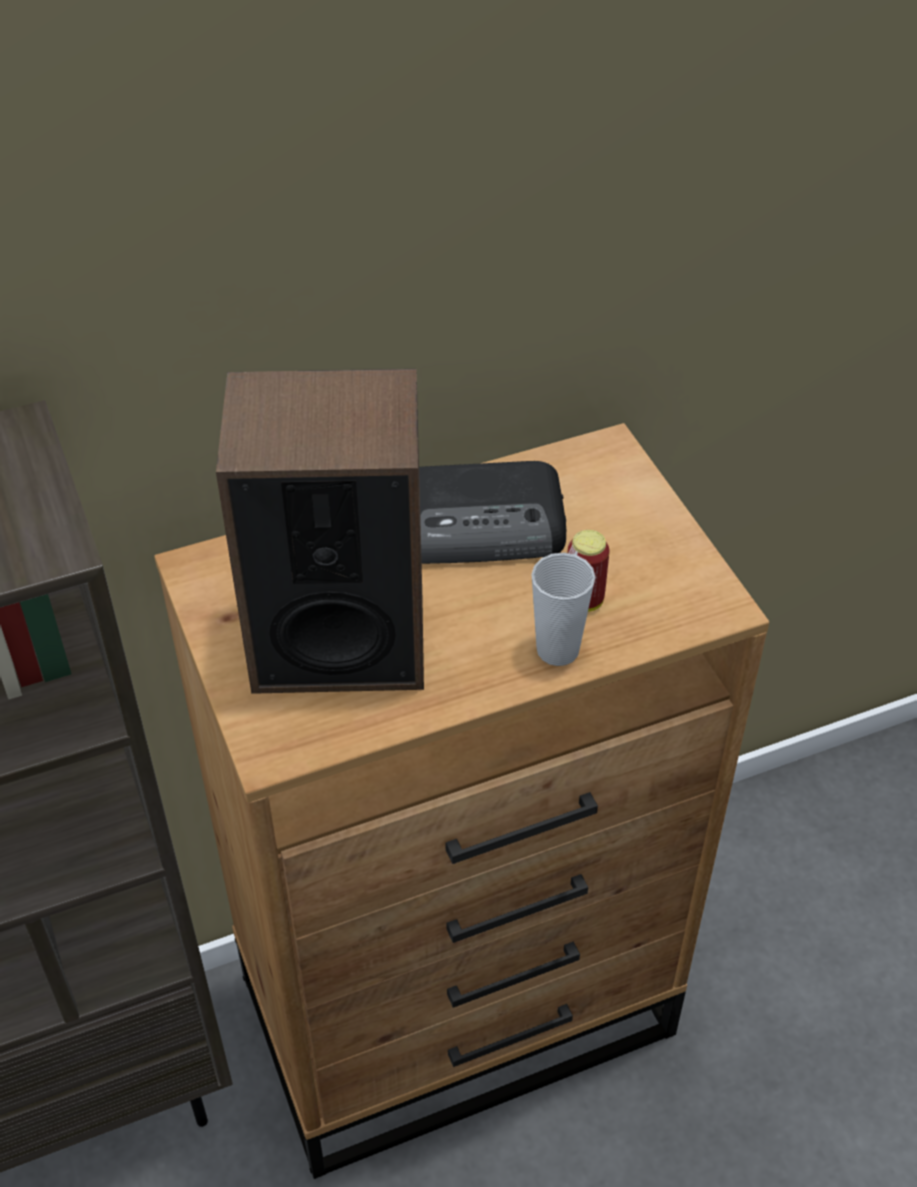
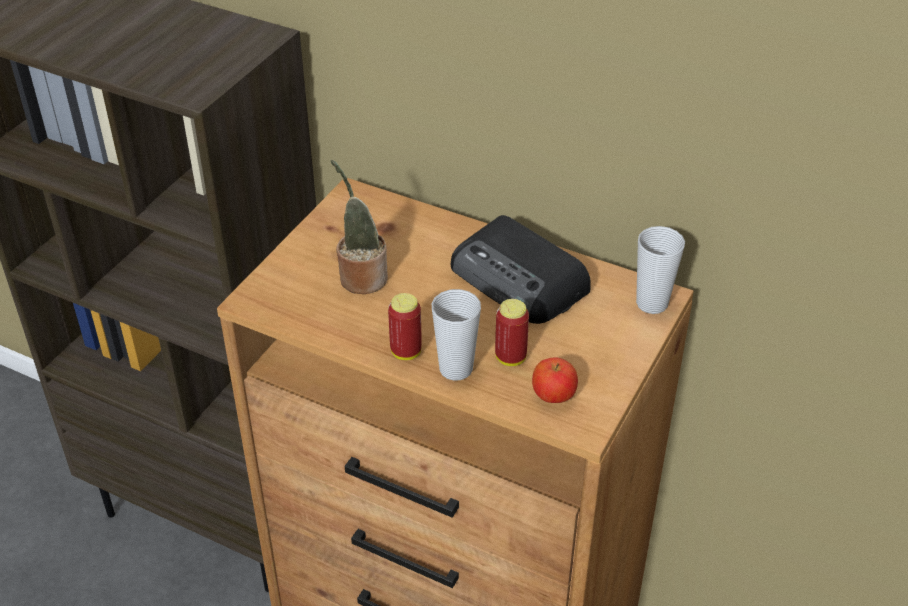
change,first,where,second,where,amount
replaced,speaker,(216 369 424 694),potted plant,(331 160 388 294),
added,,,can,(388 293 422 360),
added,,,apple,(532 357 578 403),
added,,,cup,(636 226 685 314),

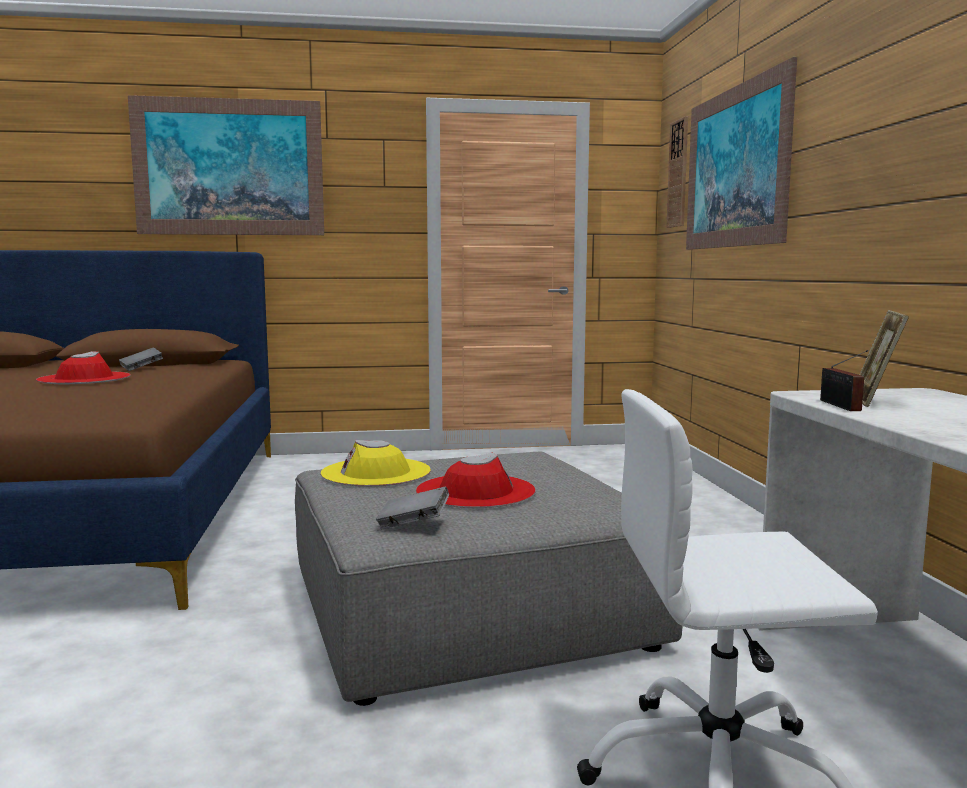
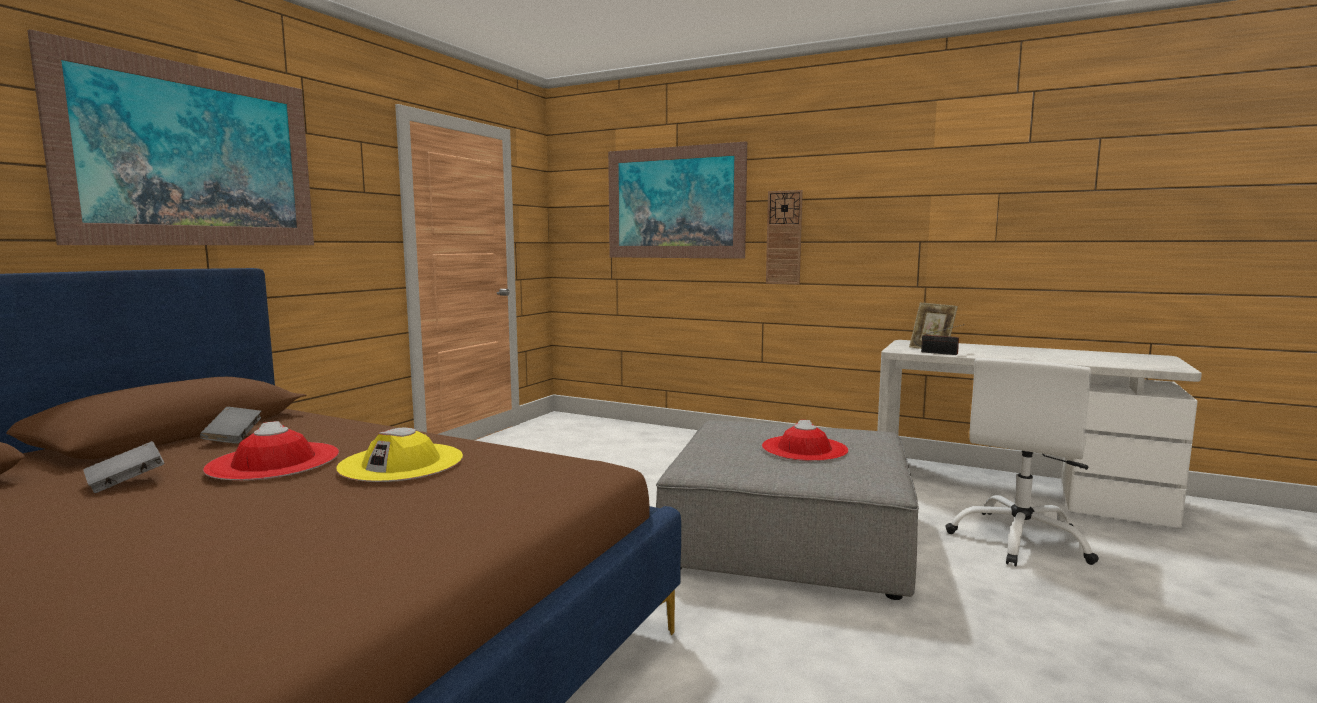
change,first,where,second,where,amount
moved,grey book,(376 486 449 529),,(83 441 164 493),
moved,yellow hat,(321 440 431 487),,(336 428 463 482),
moved,wall clock,(666 116 688 228),,(766 190 803 284),

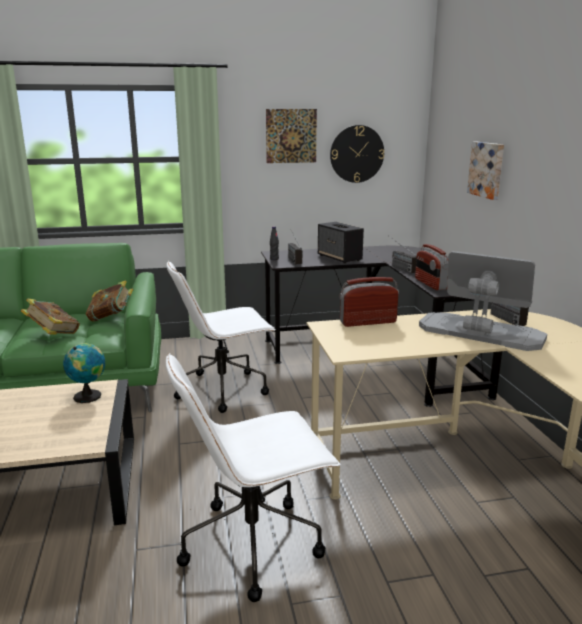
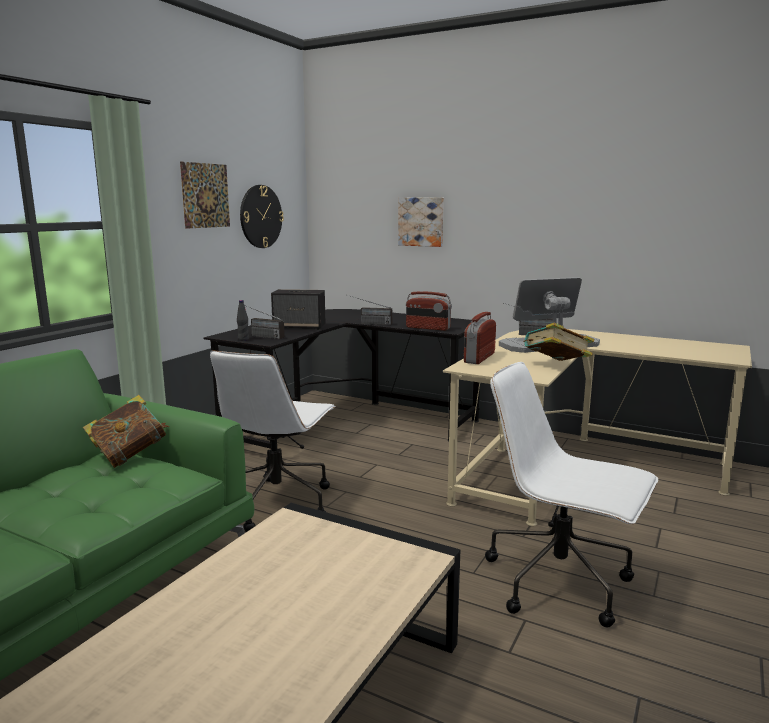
change,first,where,second,where,amount
turned,white office chair,(166 353 340 602),,(485 362 658 627),105 degrees clockwise
moved,book,(21 299 80 335),,(523 322 594 361),
removed,globe,(63 343 105 403),,,

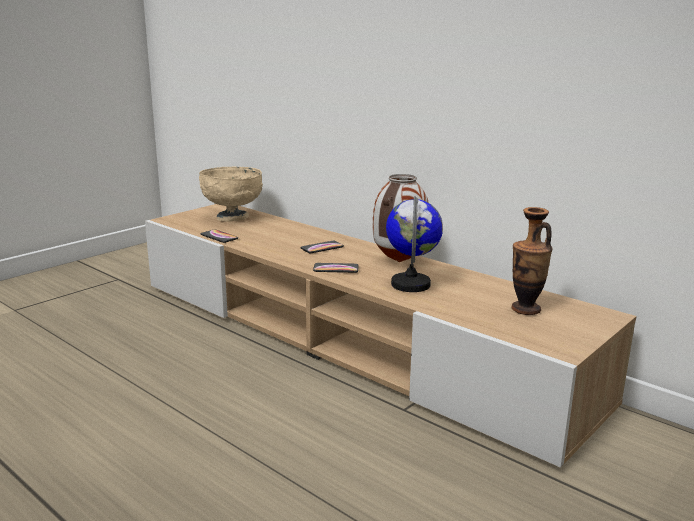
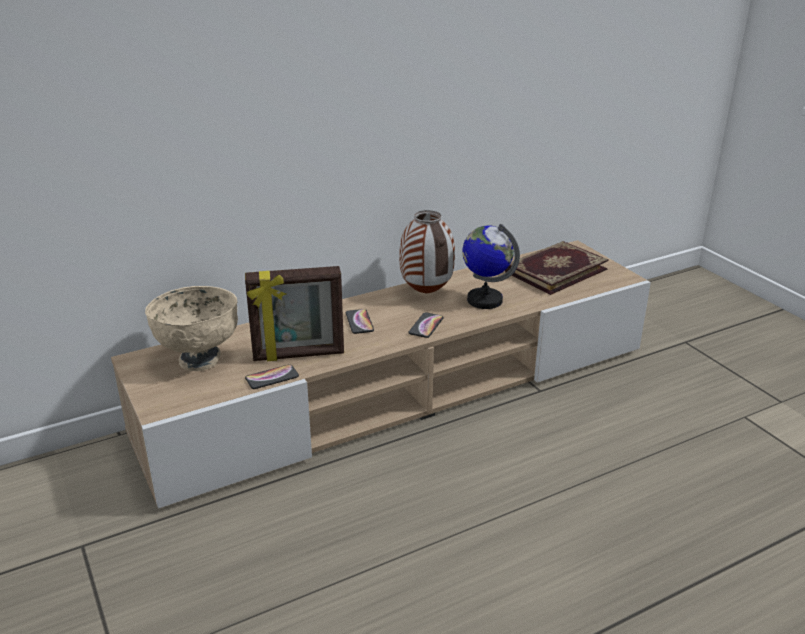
change,first,where,second,where,amount
added,,,picture frame,(245 266 344 361),
replaced,vase,(511 207 552 315),book,(505 241 609 295),

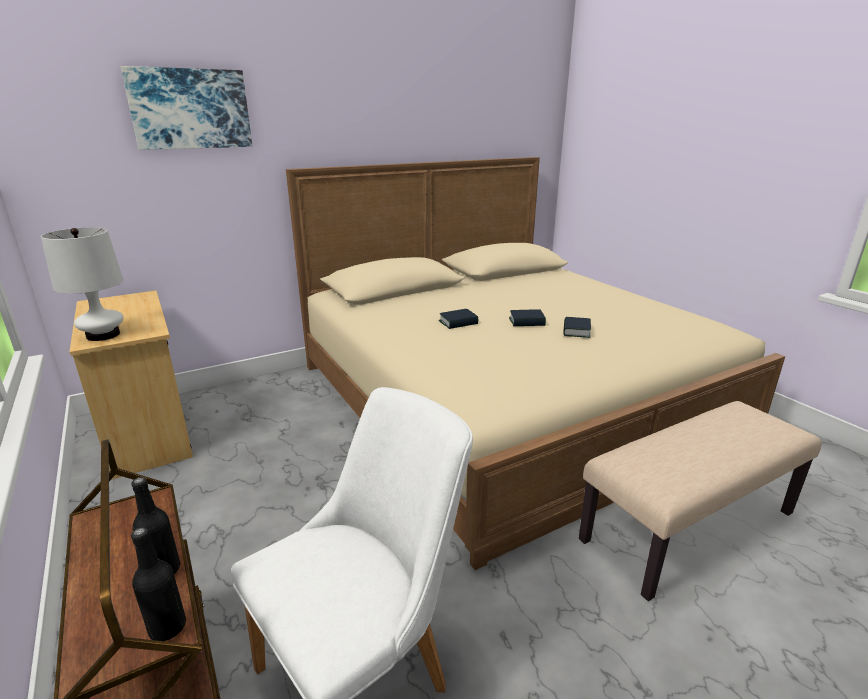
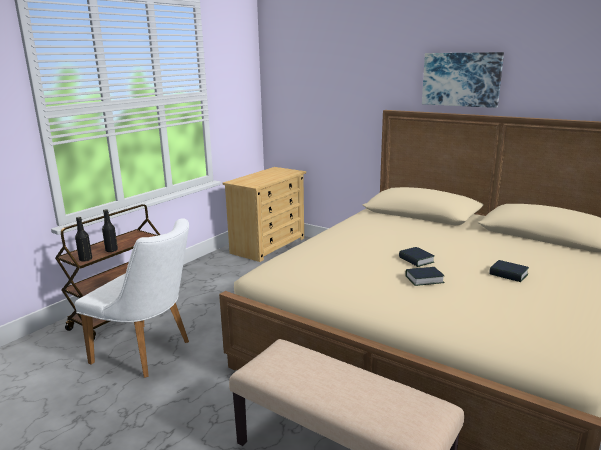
change,first,where,second,where,amount
moved,picture,(121 66 252 150),,(422 52 504 108),
moved,book,(439 309 478 329),,(489 260 529 282),
removed,white table lamp,(41 227 124 341),,,

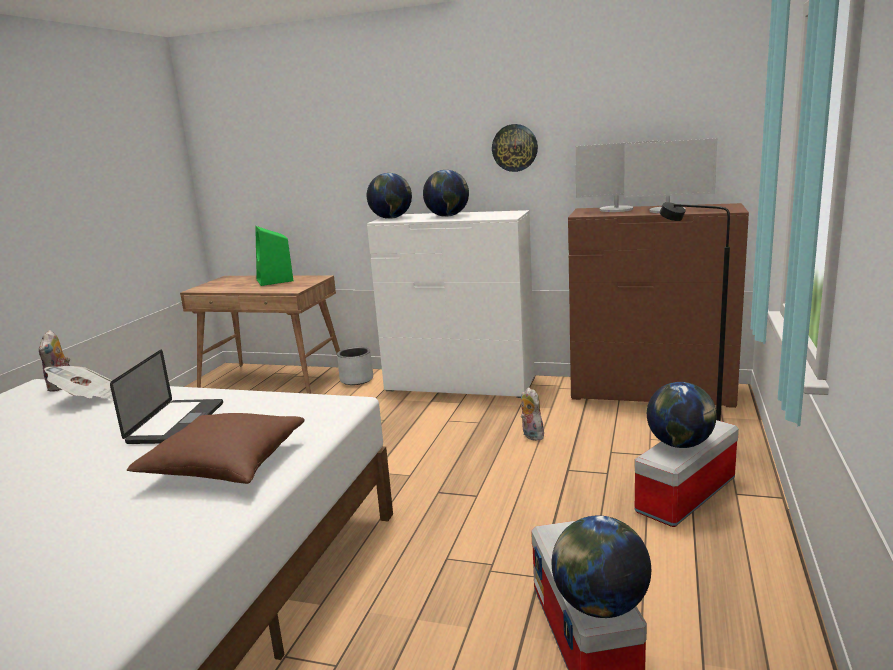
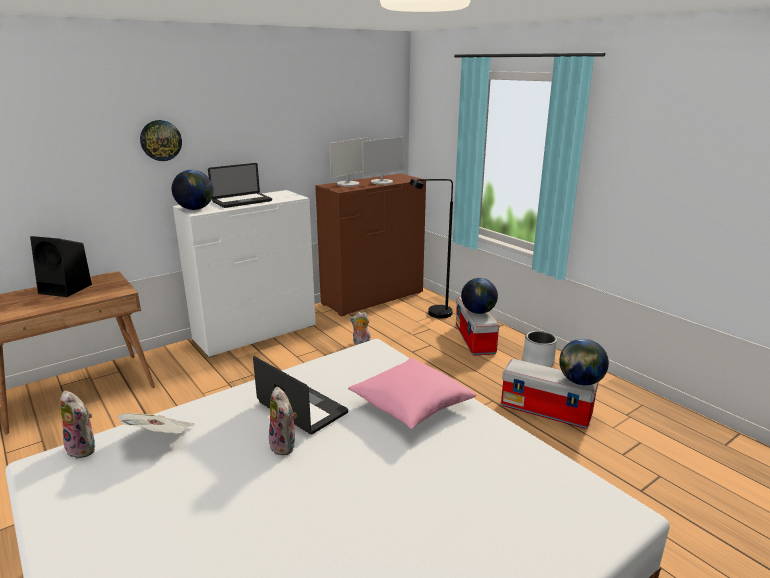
change,first,where,second,where,amount
recoloured,green speaker,(255 226 294 286),black speaker,(30 236 92 297),
moved,wall clock,(492 124 538 172),,(140 120 182 161),
replaced,globe,(423 170 469 217),laptop,(208 163 272 208),
added,,,plush toy,(269 387 297 455),
recoloured,brown pillow,(127 413 305 484),pink pillow,(348 358 476 429),
moved,grey planter,(337 347 373 385),,(523 331 557 367),

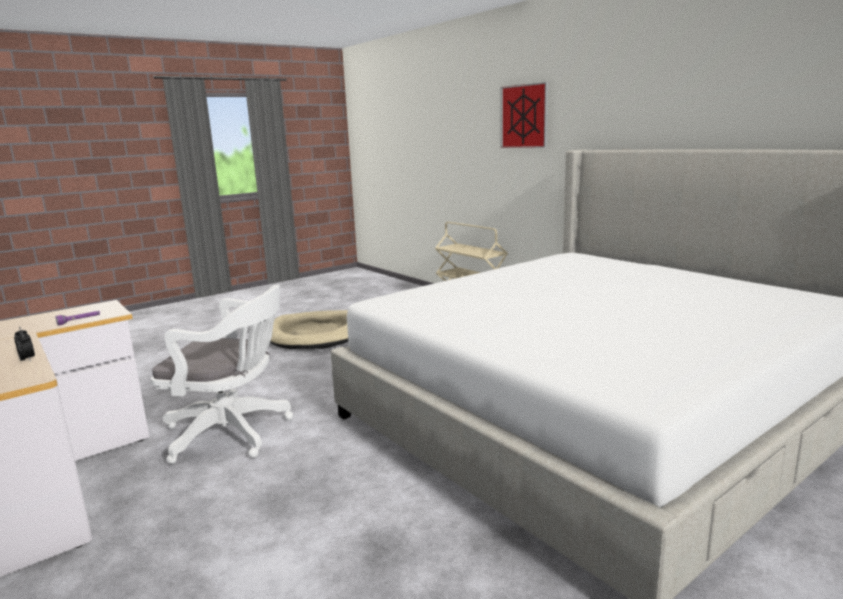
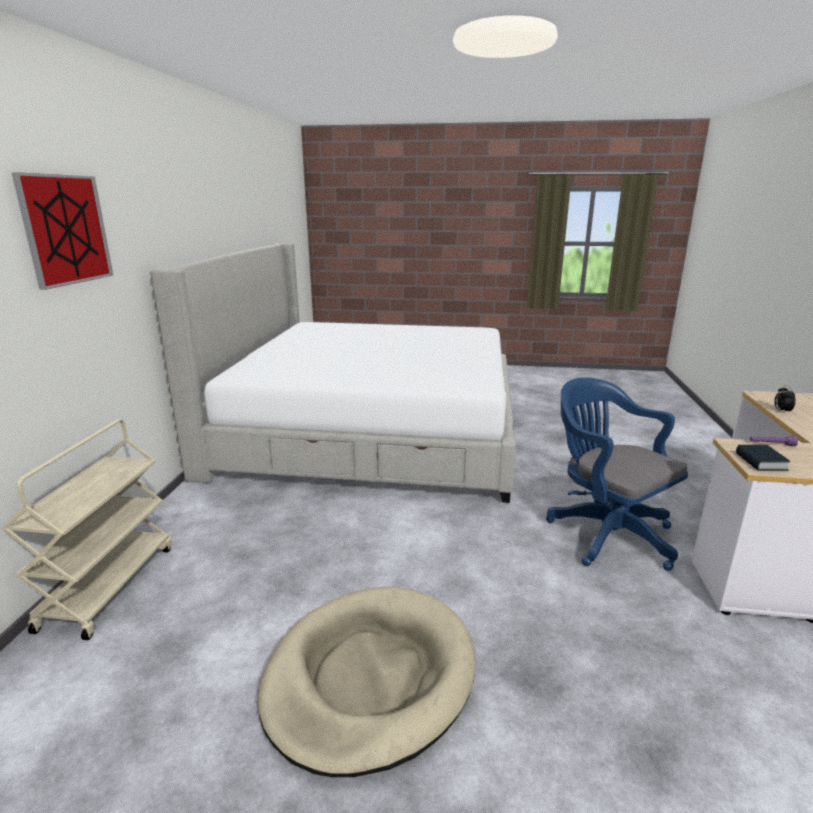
change,first,where,second,where,amount
recoloured,white office chair,(151 284 293 464),blue office chair,(546 378 688 571),
added,,,book,(736 445 791 471),

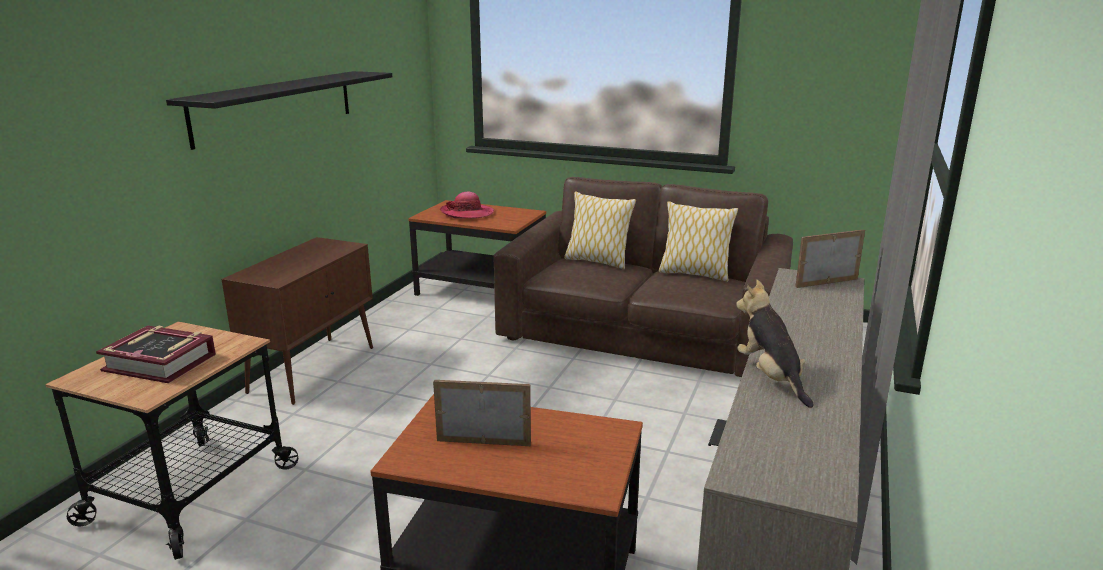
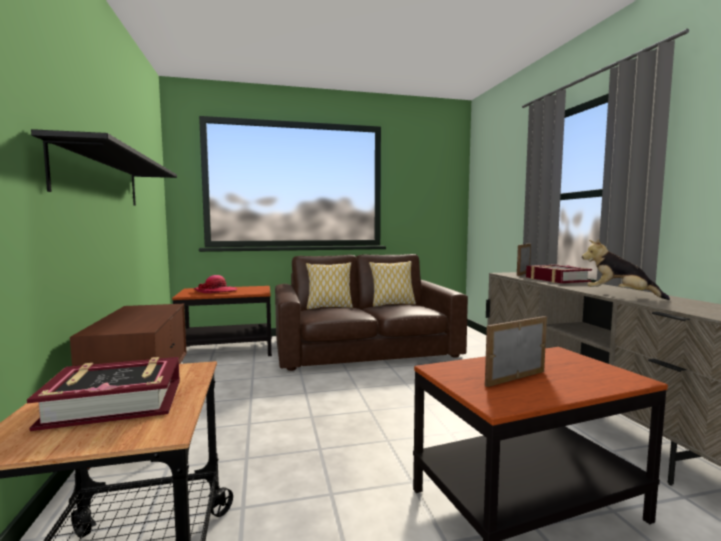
change,first,where,second,where,amount
added,,,book,(526 264 592 283),

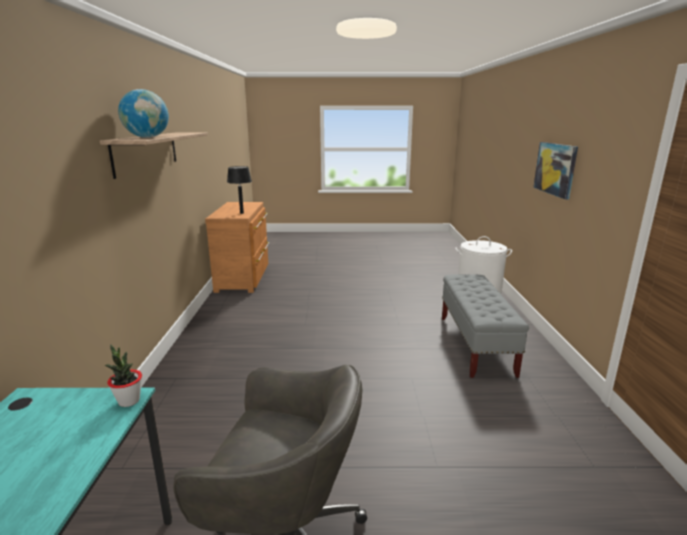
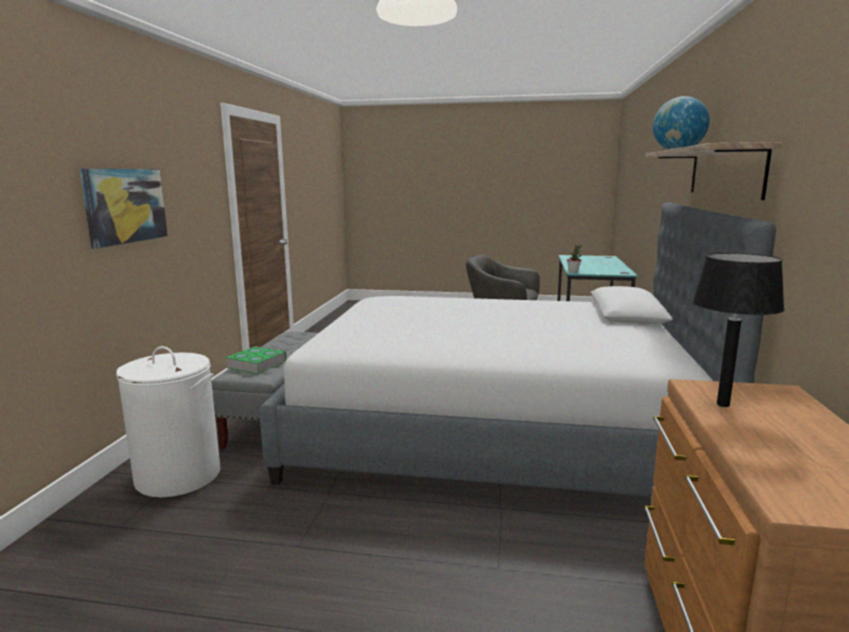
change,first,where,second,where,amount
added,,,book,(226 346 287 374),
added,,,bed,(259 202 776 497),

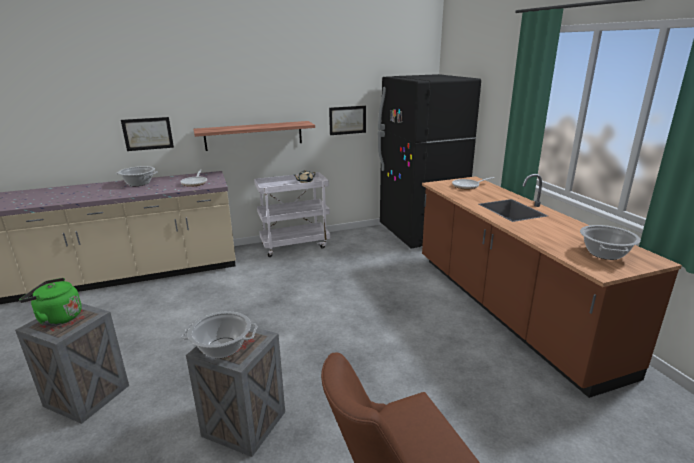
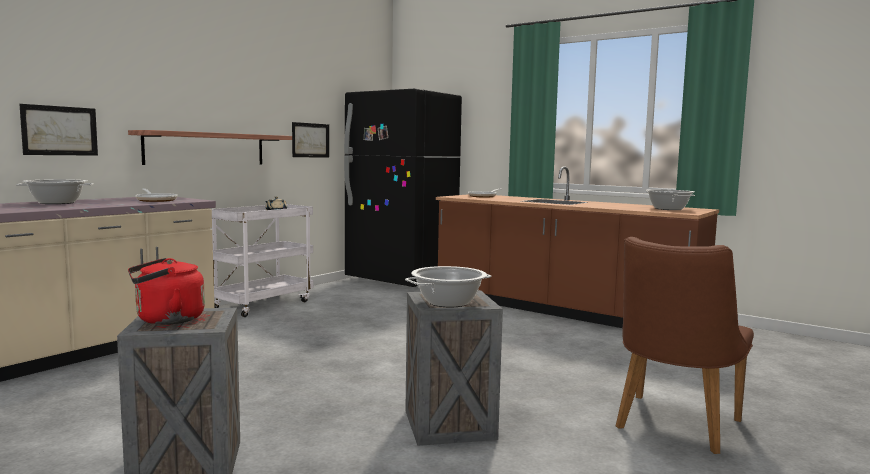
change,first,where,second,where,amount
recoloured,green kettle,(19 278 82 326),red kettle,(128 258 205 325),

